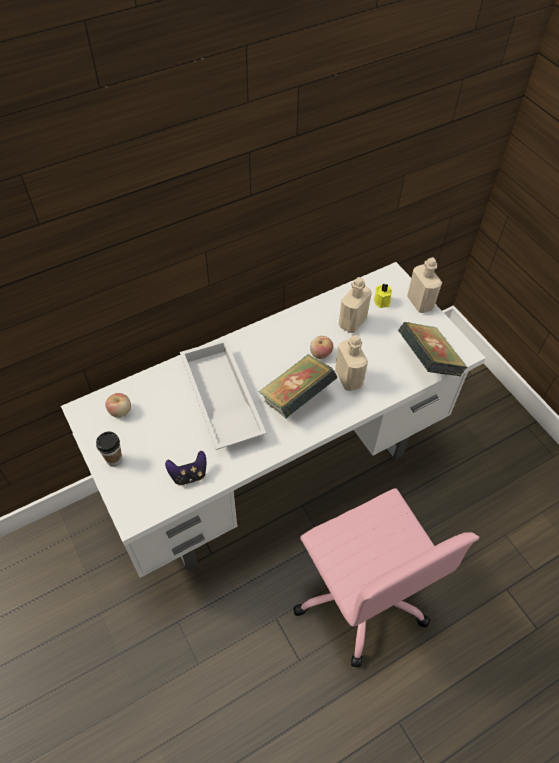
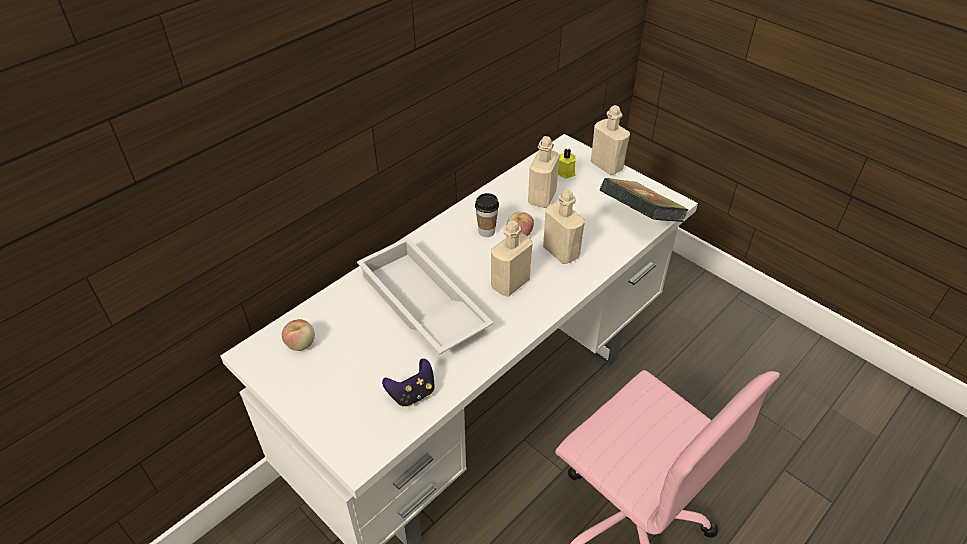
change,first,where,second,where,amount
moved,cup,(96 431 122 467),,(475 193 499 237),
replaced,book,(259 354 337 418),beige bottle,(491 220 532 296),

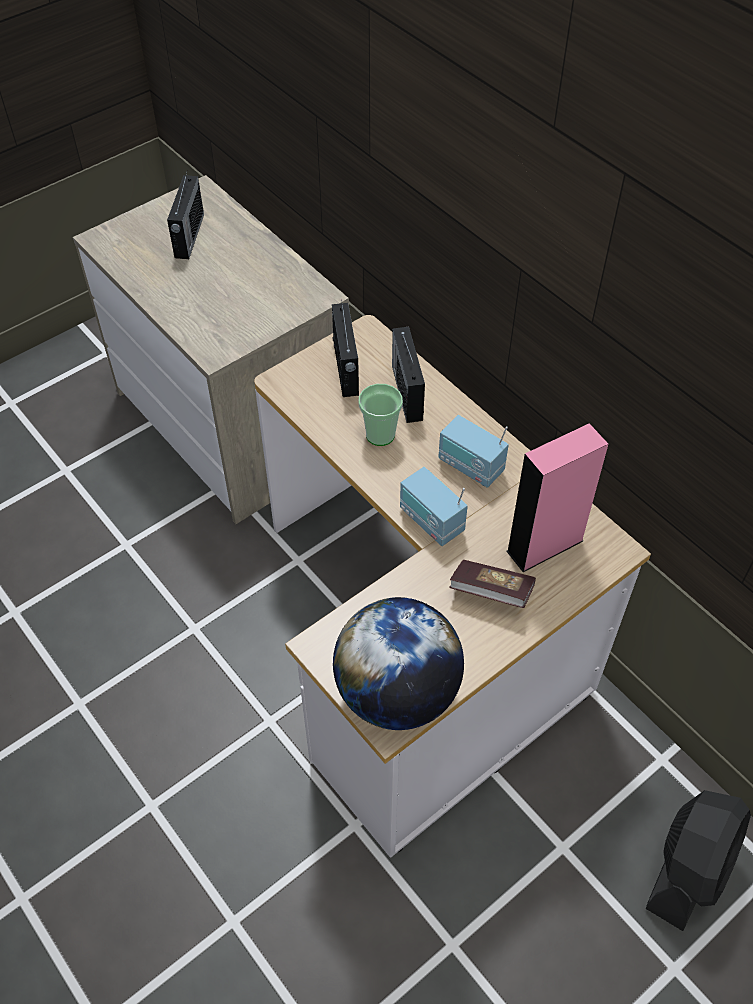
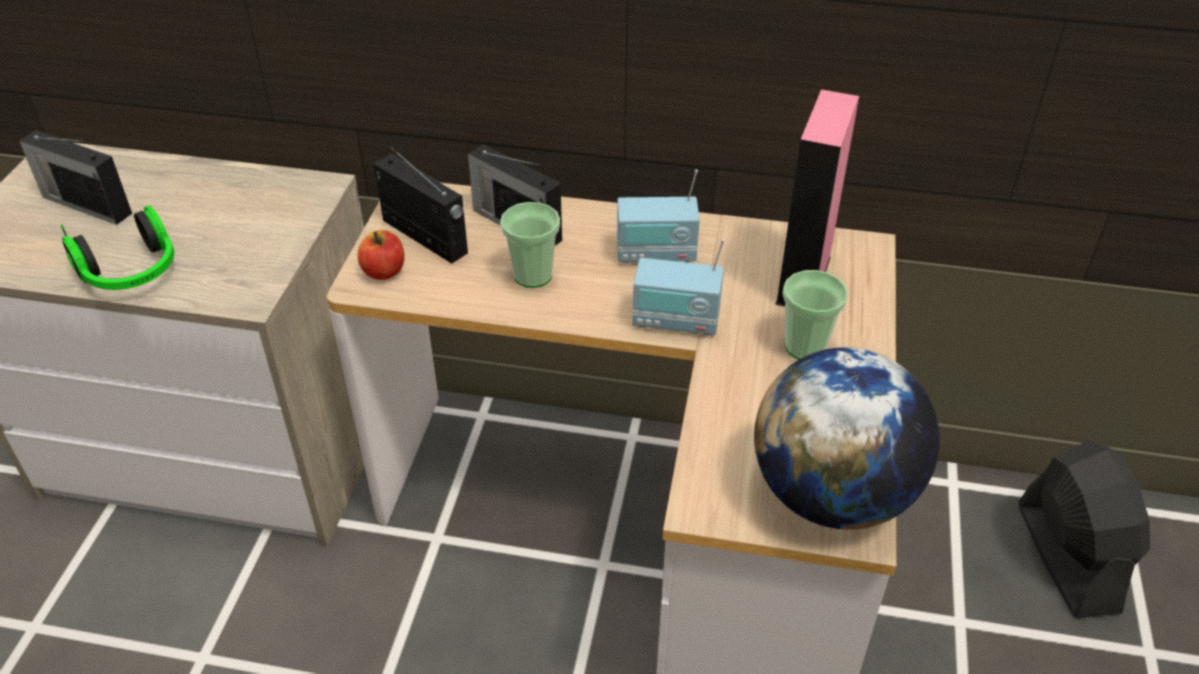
change,first,where,second,where,amount
turned,radio,(167 172 204 259),,(19 130 132 225),150 degrees clockwise
added,,,headphones,(61 205 174 290),
added,,,apple,(358 230 404 280),
replaced,book,(450 560 536 608),cup,(783 270 848 360),

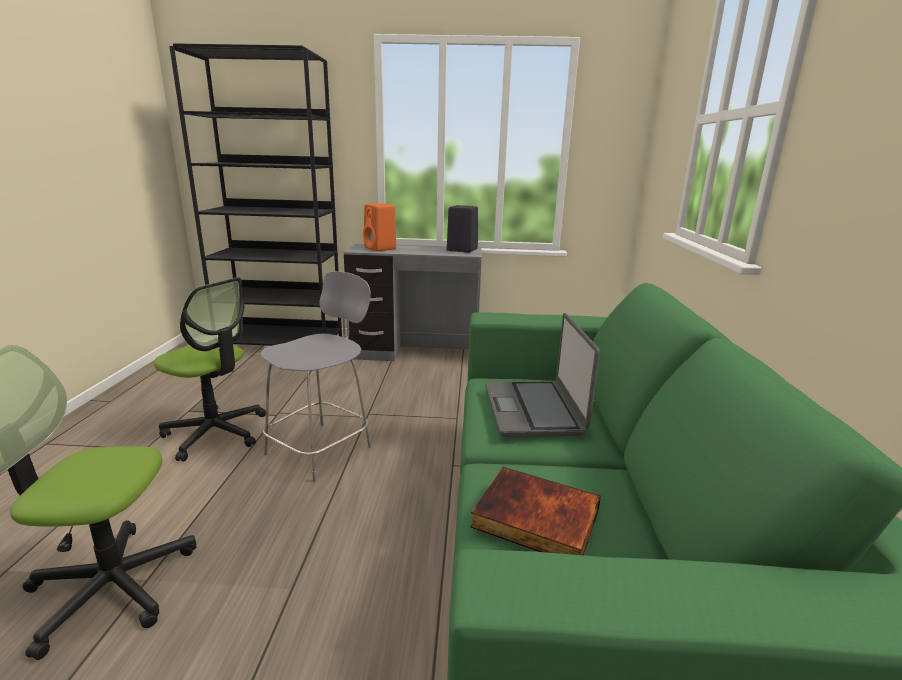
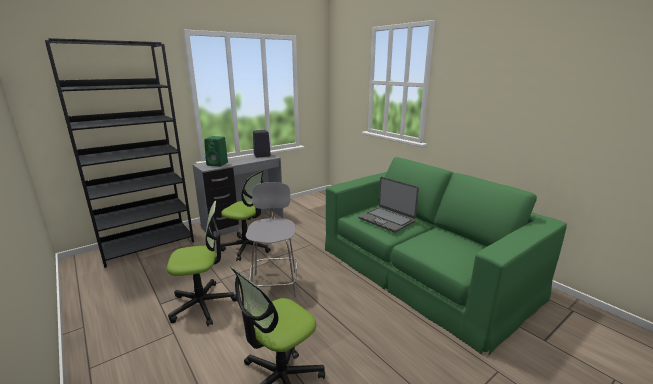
change,first,where,second,where,amount
recoloured,orange speaker,(363 203 396 251),green speaker,(204 136 228 166),
added,,,office chair,(221 170 271 261),
removed,book,(470 467 601 555),,,

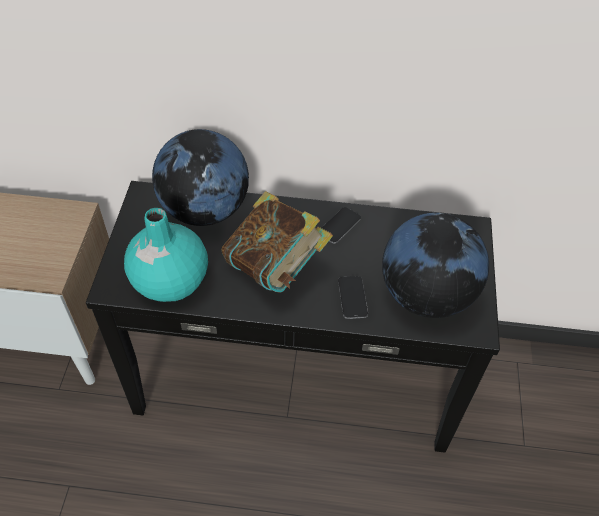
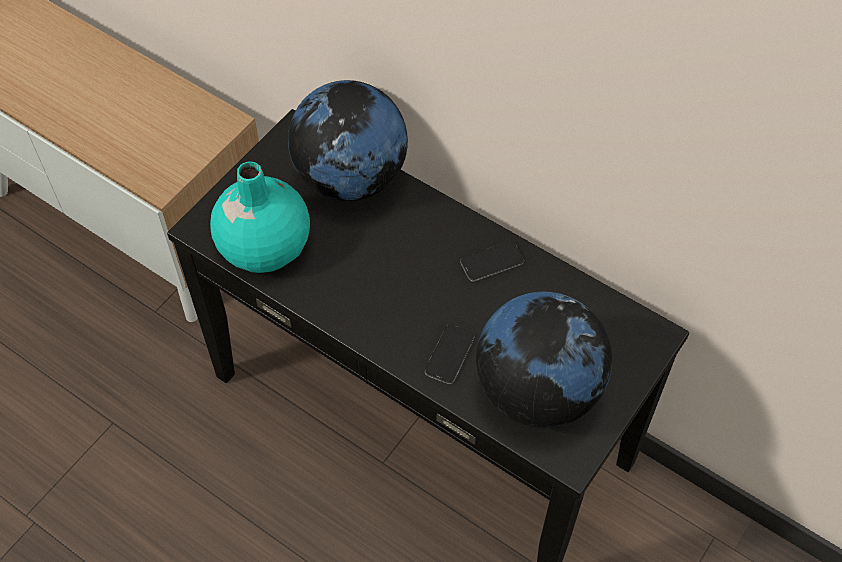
change,first,where,second,where,amount
removed,book,(221 191 333 293),,,

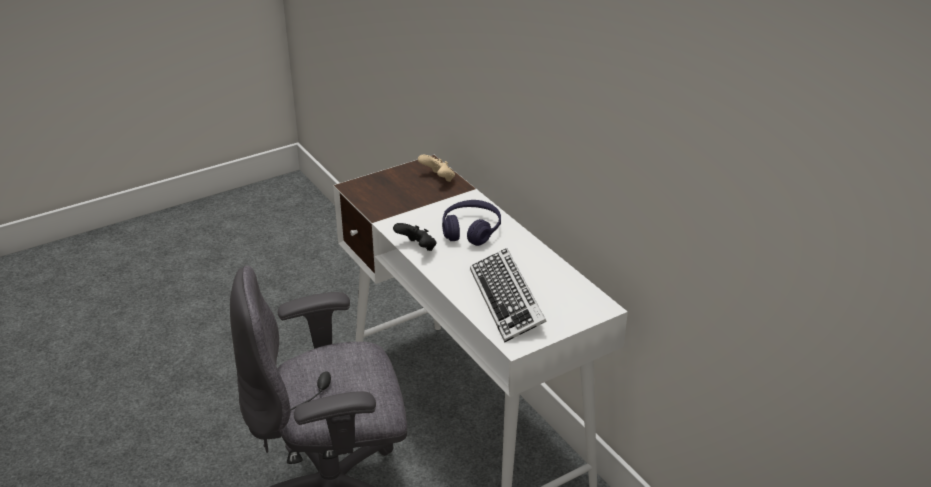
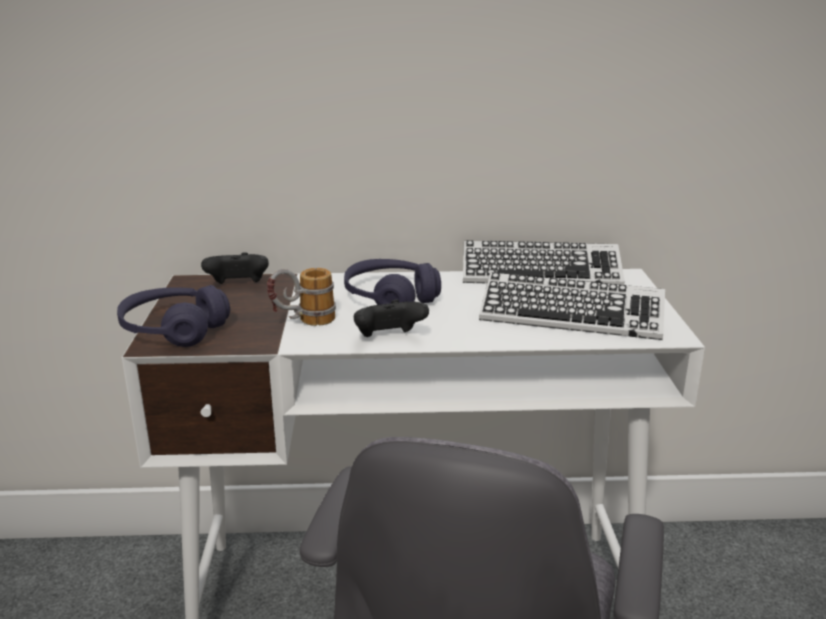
change,first,where,second,where,amount
added,,,purple headphones,(117 285 230 347),
recoloured,beige game controller,(418 155 455 182),black game controller,(201 252 269 284),
added,,,mug,(267 268 336 326),
added,,,keyboard,(463 240 625 285),

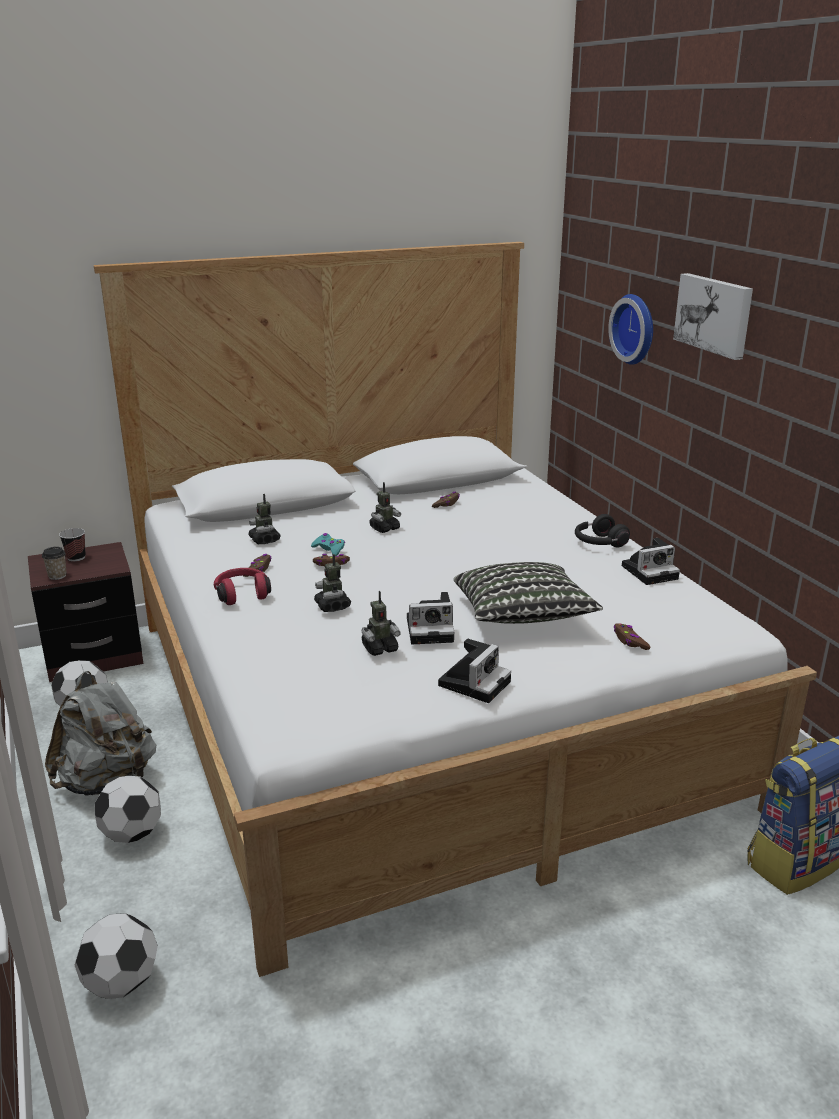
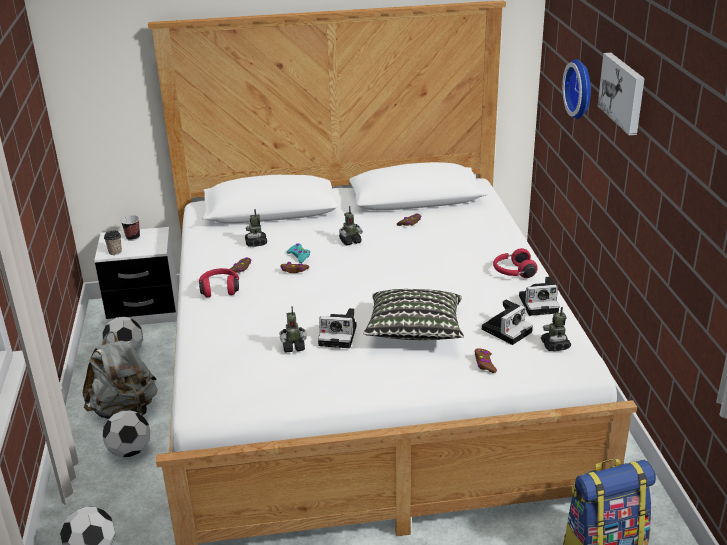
change,first,where,second,where,amount
recoloured,brown nightstand,(28 542 144 682),white nightstand,(94 227 179 325),
moved,photo camera,(438 639 511 703),,(482 300 533 345),
recoloured,black headphones,(575 514 630 548),red headphones,(493 248 538 278),
moved,toy robot,(314 554 351 612),,(541 307 571 351),

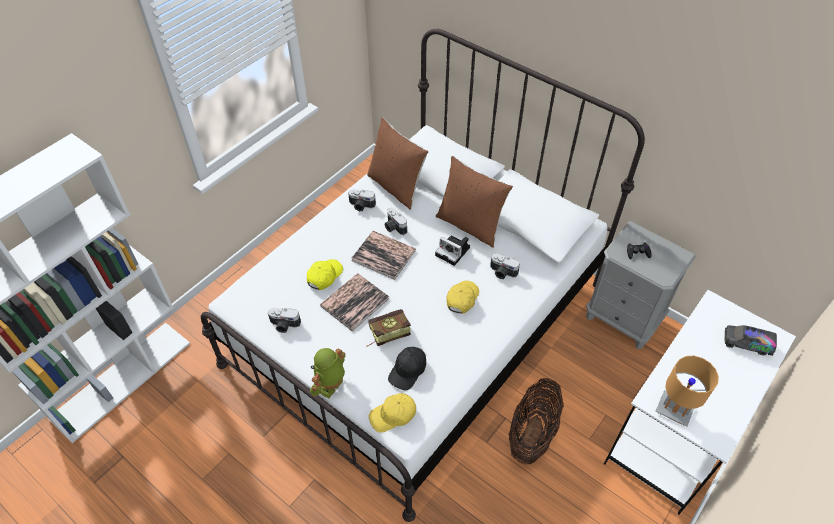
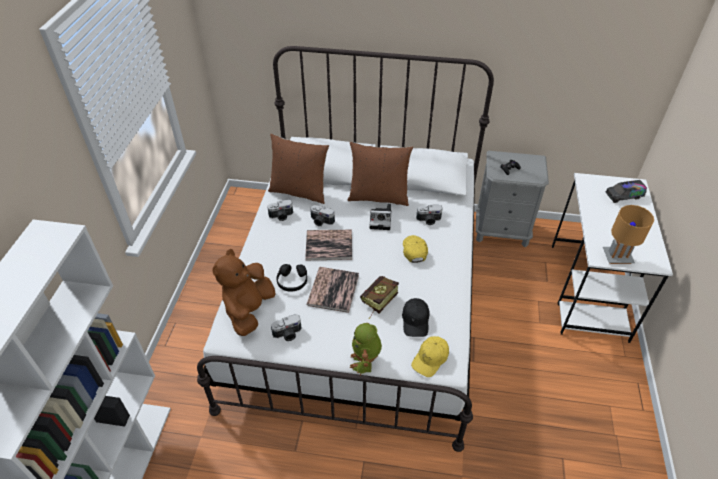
change,first,where,second,where,amount
added,,,brown plush toy,(212 249 276 336),
replaced,yellow cap,(307 259 343 290),black headphones,(277 264 307 292),
removed,basket,(508 378 564 465),,,

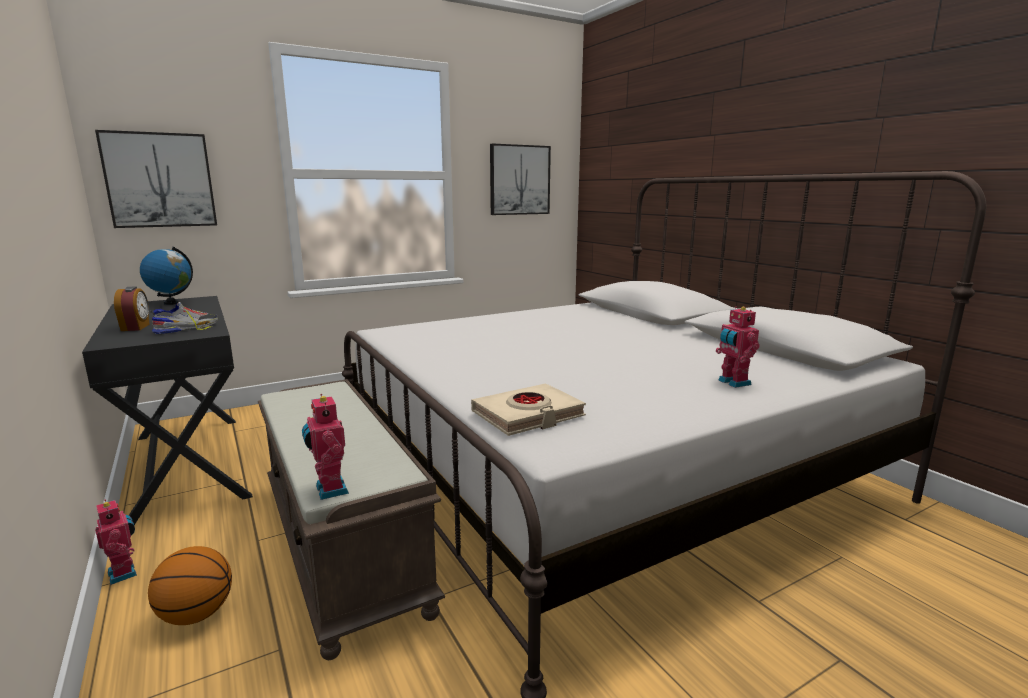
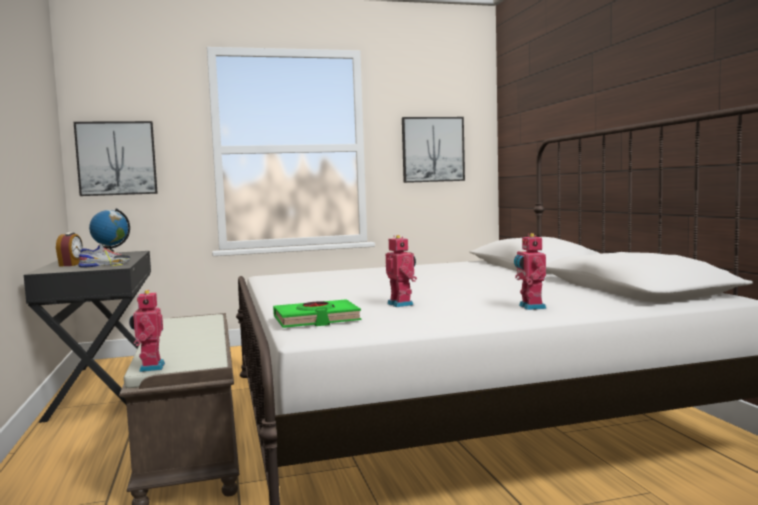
change,first,where,second,where,amount
recoloured,beige book,(471 383 586 436),green book,(273 299 361 328),
moved,toy robot,(95 499 137 585),,(386 235 417 307),
removed,basketball,(148 546 232 625),,,

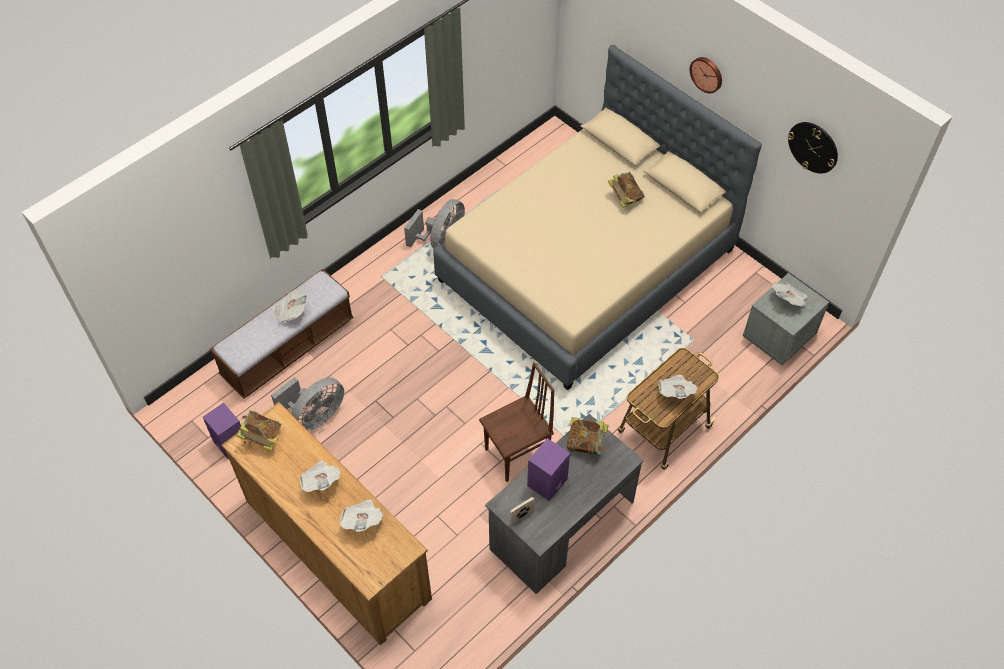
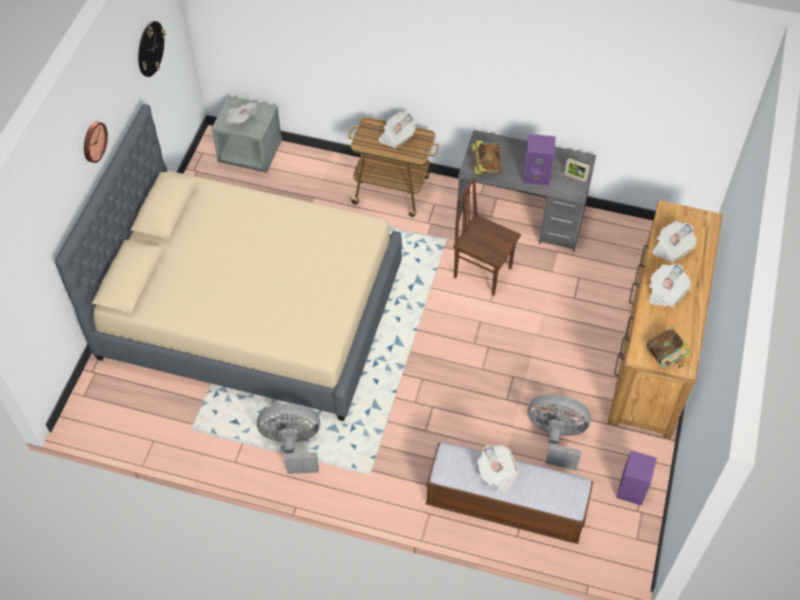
change,first,where,second,where,amount
removed,book,(608 172 644 208),,,

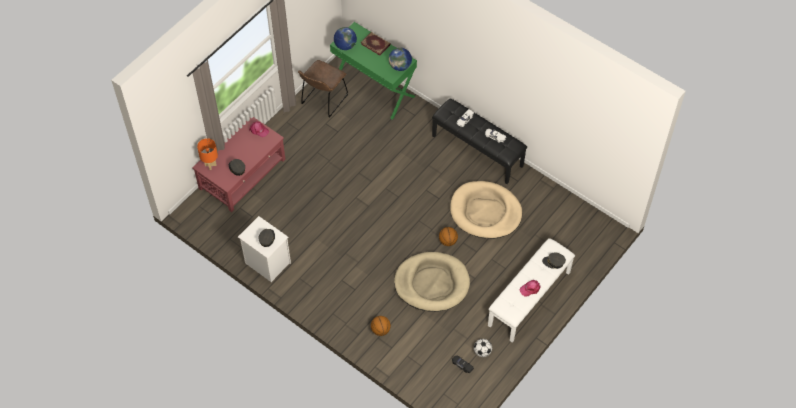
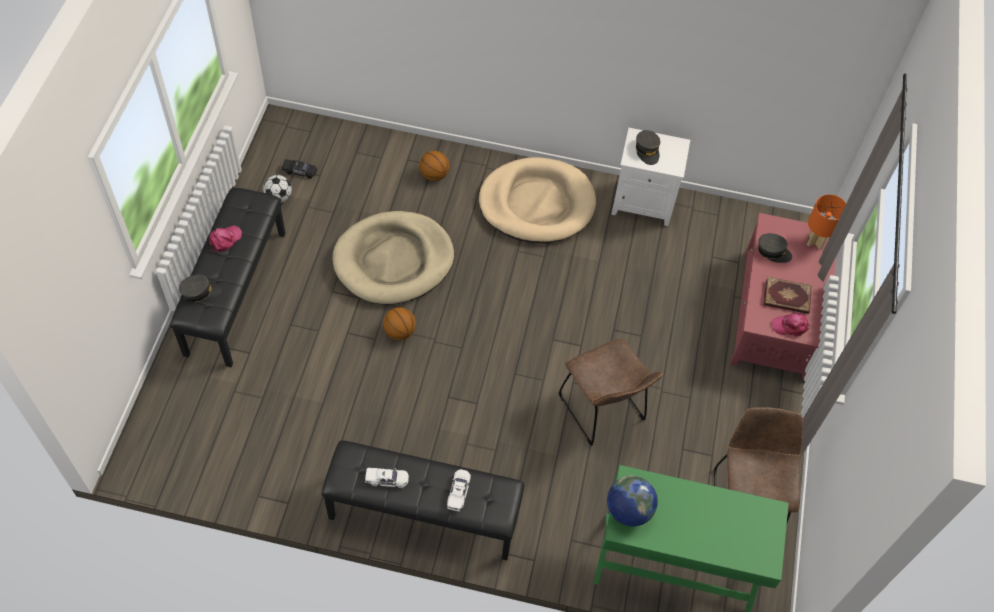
change,first,where,second,where,amount
recoloured,white bench,(488 238 575 343),black bench,(170 188 286 367),
moved,beige dog bed,(450 181 522 239),,(479 157 596 243),
added,,,brown chair,(559 339 662 445),
moved,book,(361 32 391 56),,(764 277 812 314),
removed,globe,(334 27 357 50),,,

